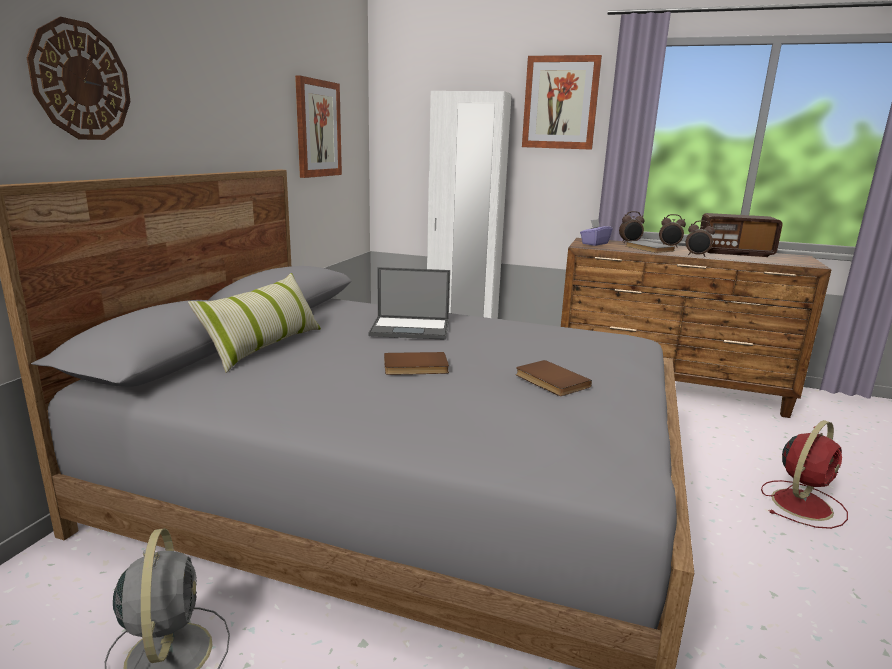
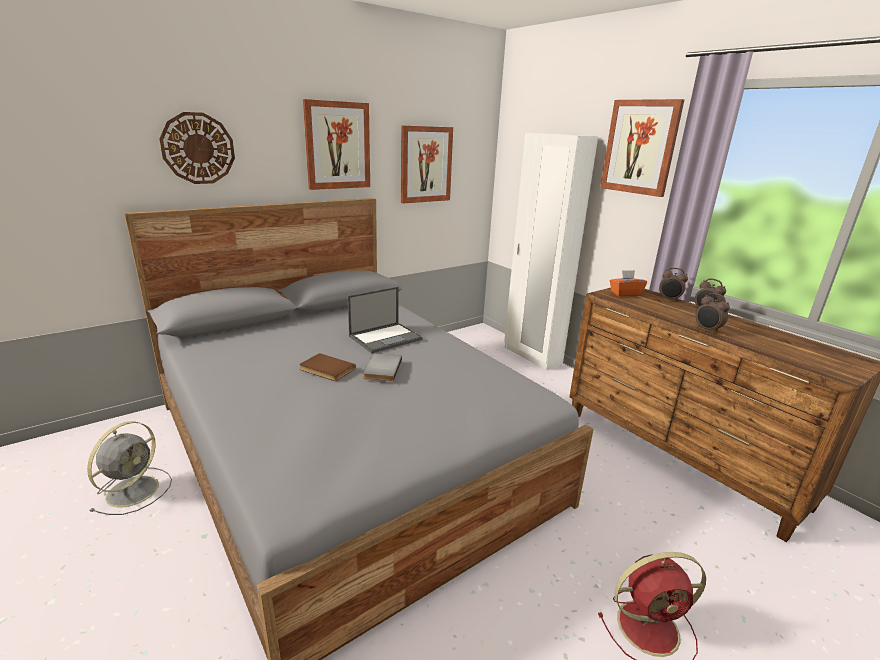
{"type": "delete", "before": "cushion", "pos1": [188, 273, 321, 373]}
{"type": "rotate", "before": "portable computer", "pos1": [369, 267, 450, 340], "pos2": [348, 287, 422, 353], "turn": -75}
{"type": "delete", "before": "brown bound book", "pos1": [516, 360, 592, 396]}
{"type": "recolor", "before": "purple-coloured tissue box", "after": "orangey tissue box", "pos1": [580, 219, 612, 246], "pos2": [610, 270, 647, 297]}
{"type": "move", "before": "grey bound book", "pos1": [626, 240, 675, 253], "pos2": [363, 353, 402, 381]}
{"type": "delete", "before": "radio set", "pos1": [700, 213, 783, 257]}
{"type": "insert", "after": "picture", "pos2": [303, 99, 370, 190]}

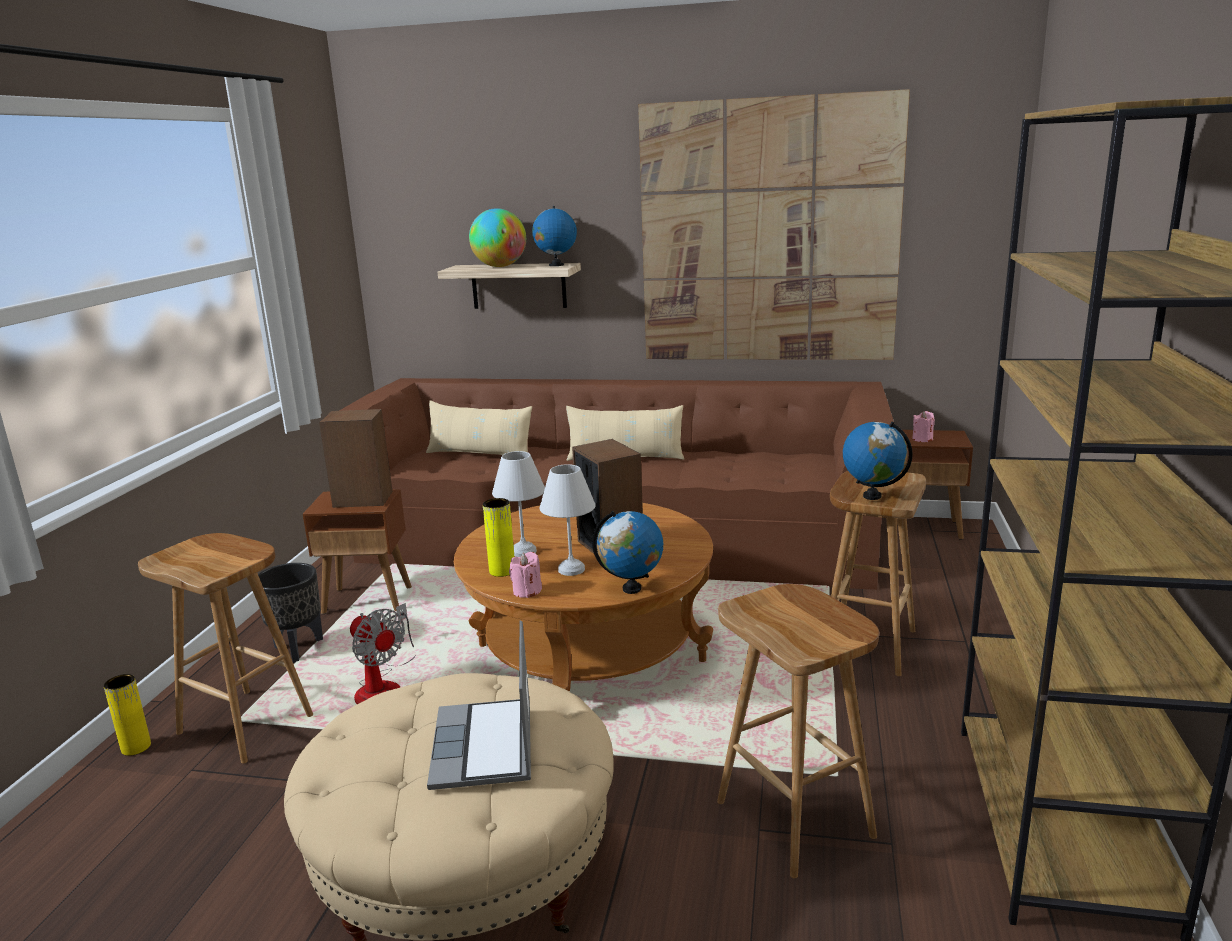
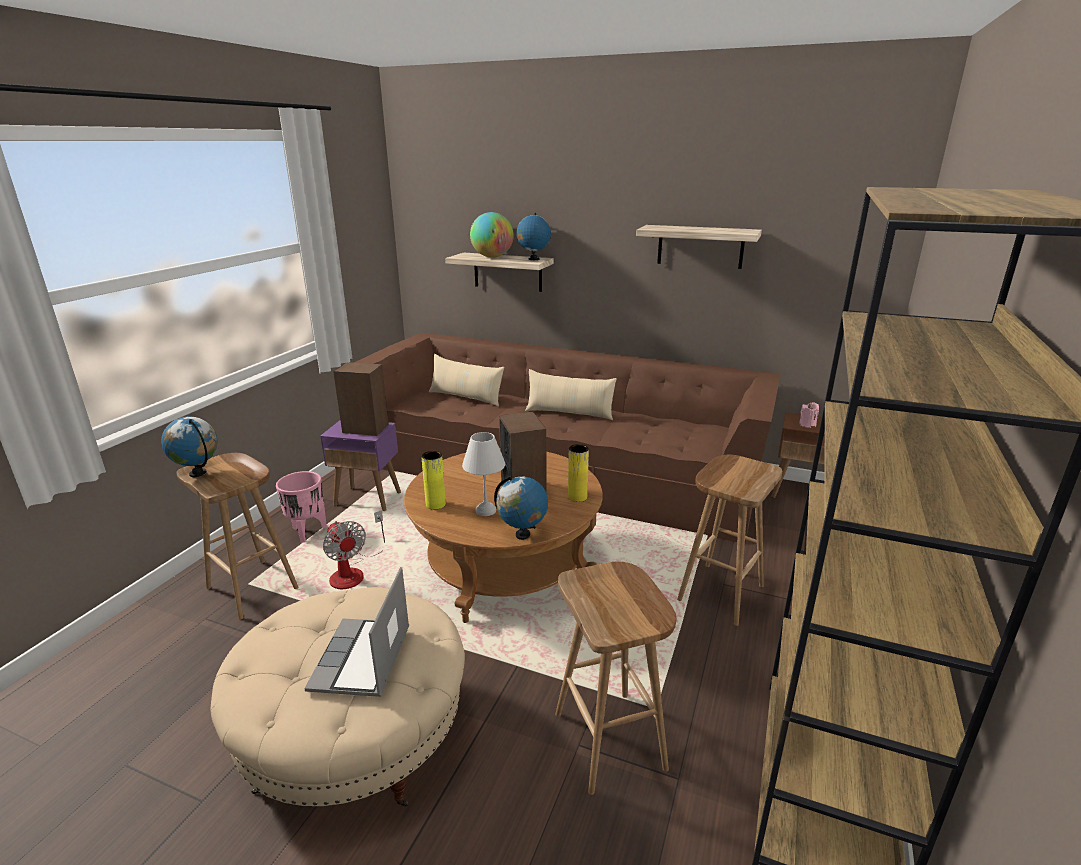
{"type": "move", "before": "yellow flower vase", "pos1": [104, 674, 151, 756], "pos2": [568, 444, 589, 502]}
{"type": "recolor", "before": "black plant pot", "after": "pink-coloured plant pot", "pos1": [258, 563, 323, 663], "pos2": [276, 471, 327, 543]}
{"type": "recolor", "before": "brown end table", "after": "purple-coloured end table", "pos1": [303, 489, 412, 614], "pos2": [320, 421, 401, 511]}
{"type": "delete", "before": "white lamp for a table", "pos1": [492, 451, 545, 557]}
{"type": "delete", "before": "pink-coloured wax candle", "pos1": [509, 552, 542, 598]}
{"type": "replace", "before": "picture", "after": "wall shelf", "pos1": [638, 89, 910, 360], "pos2": [636, 225, 762, 269]}
{"type": "move", "before": "world globe", "pos1": [843, 422, 913, 500], "pos2": [161, 417, 218, 477]}

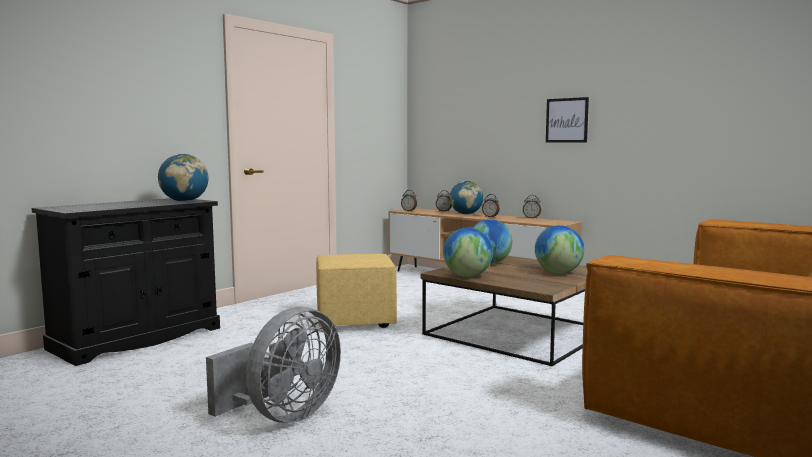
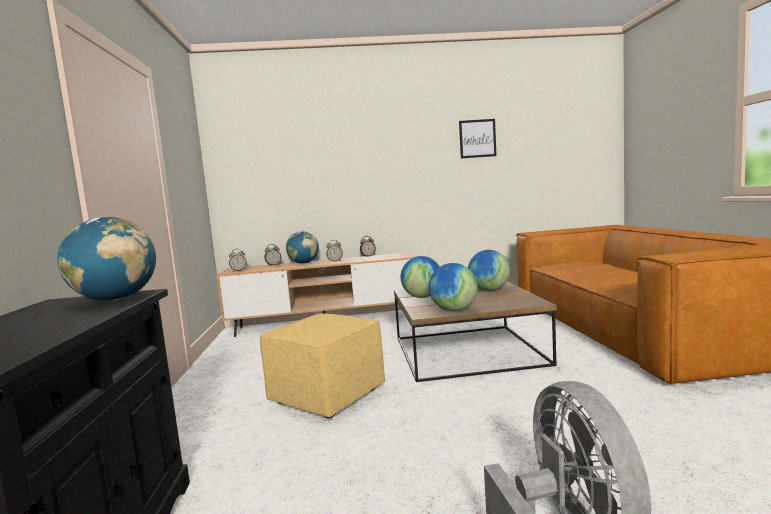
{"type": "move", "before": "picture", "pos1": [546, 97, 589, 143], "pos2": [459, 119, 496, 158]}

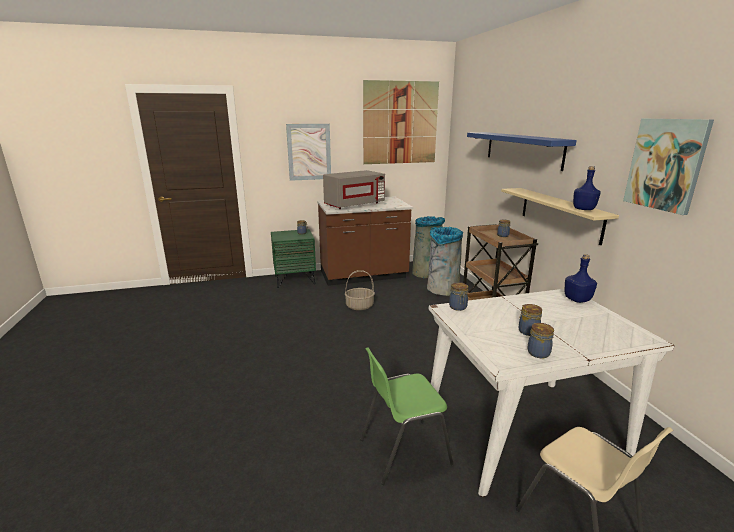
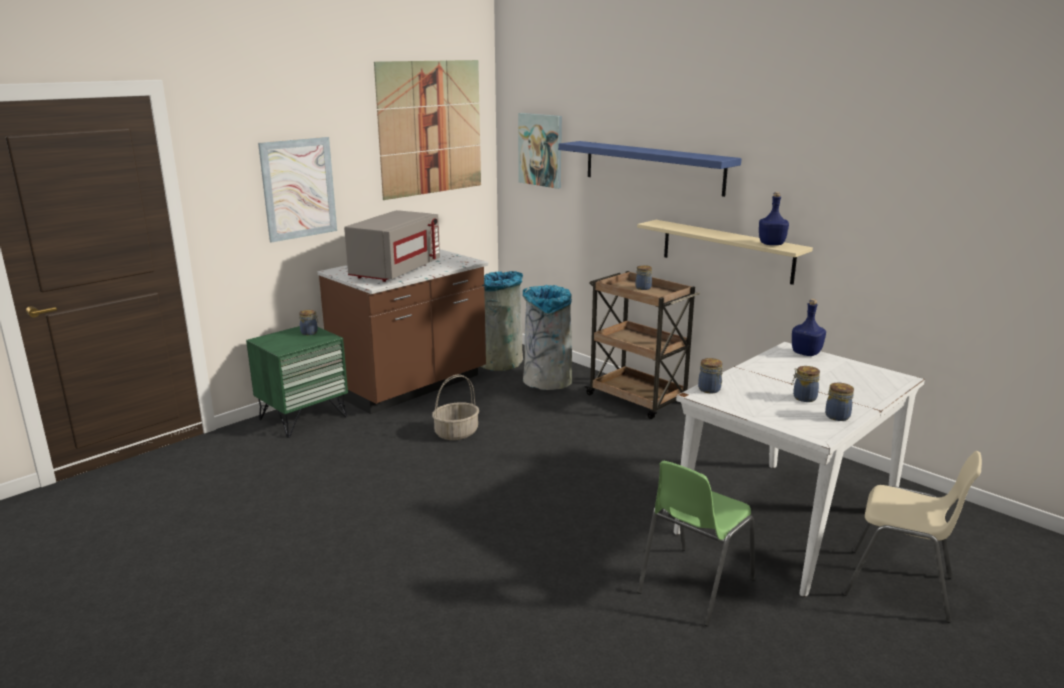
{"type": "move", "before": "picture", "pos1": [623, 118, 714, 215], "pos2": [518, 113, 562, 189]}

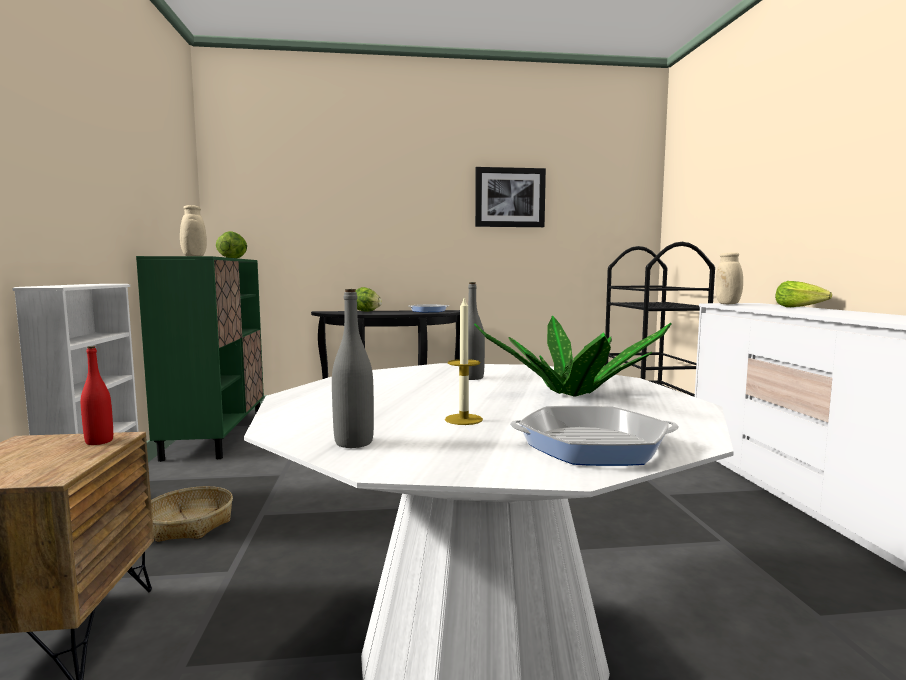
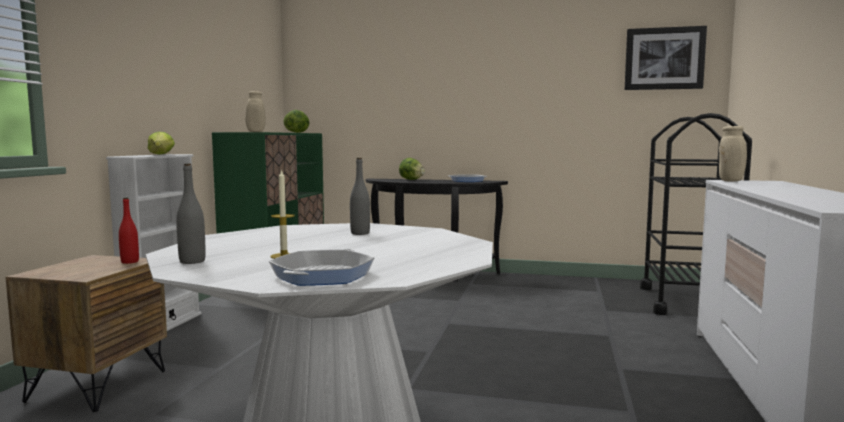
{"type": "delete", "before": "storage basket", "pos1": [151, 486, 233, 542]}
{"type": "delete", "before": "plant in a pot", "pos1": [474, 315, 671, 397]}
{"type": "move", "before": "picture", "pos1": [475, 167, 546, 227], "pos2": [625, 26, 707, 90]}
{"type": "rotate", "before": "frying pan", "pos1": [510, 406, 679, 466], "pos2": [269, 249, 374, 286], "turn": -90}
{"type": "move", "before": "lettuce", "pos1": [775, 281, 832, 307], "pos2": [148, 131, 175, 155]}

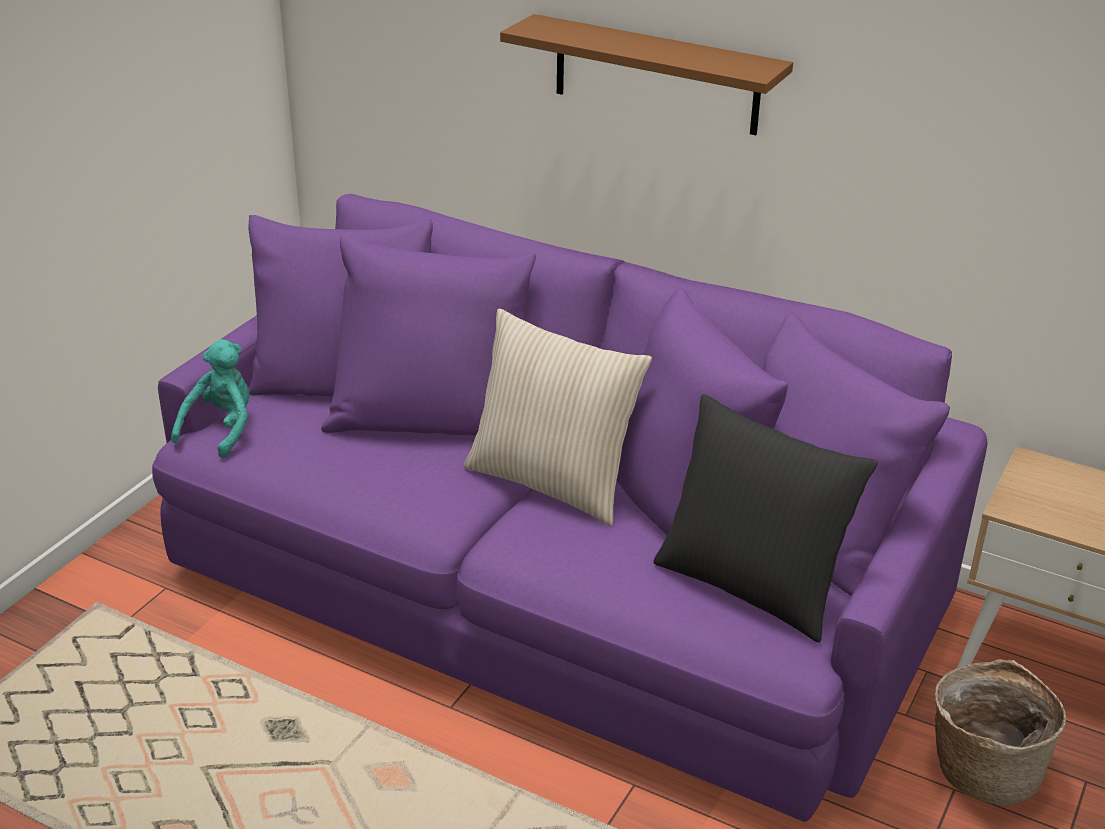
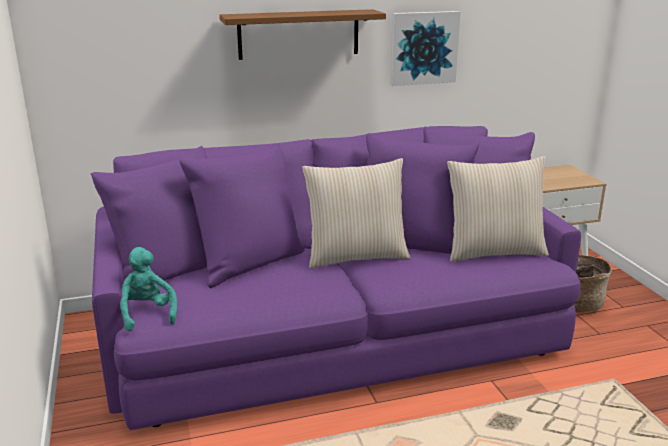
{"type": "recolor", "before": "black cushion", "after": "beige cushion", "pos1": [653, 394, 878, 643], "pos2": [447, 156, 549, 262]}
{"type": "insert", "after": "picture", "pos2": [390, 11, 461, 86]}

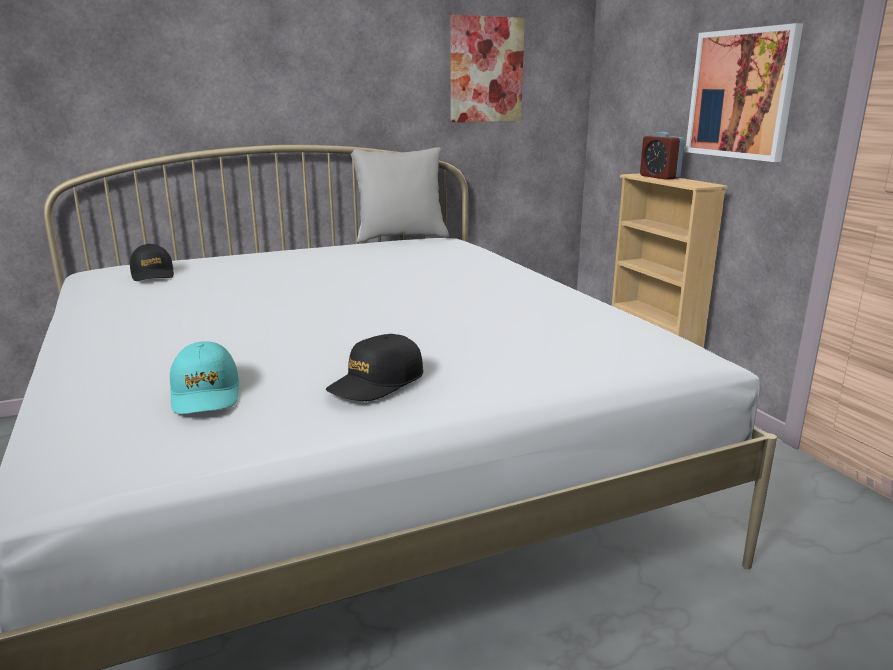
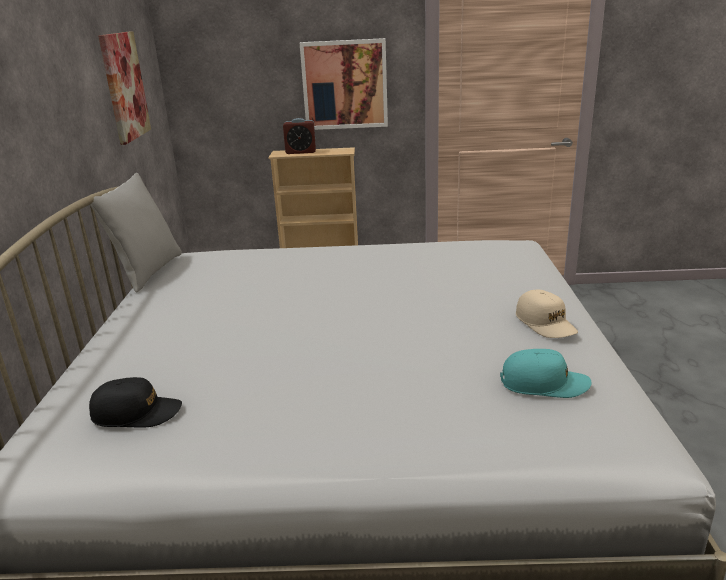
{"type": "recolor", "before": "black peaked cap", "after": "beige peaked cap", "pos1": [326, 334, 423, 401], "pos2": [516, 290, 578, 338]}

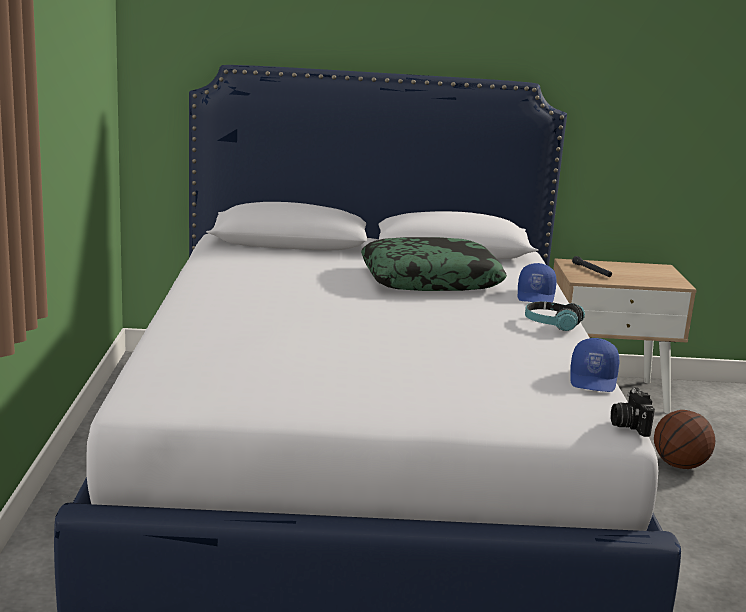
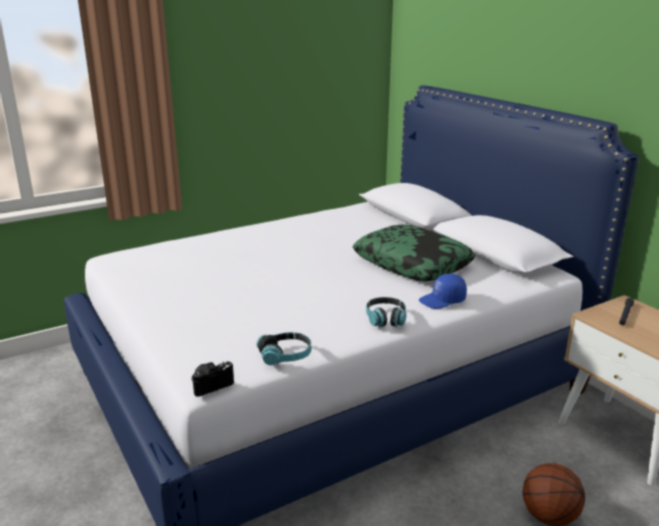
{"type": "replace", "before": "blue peaked cap", "after": "headphones", "pos1": [570, 338, 619, 392], "pos2": [257, 332, 311, 366]}

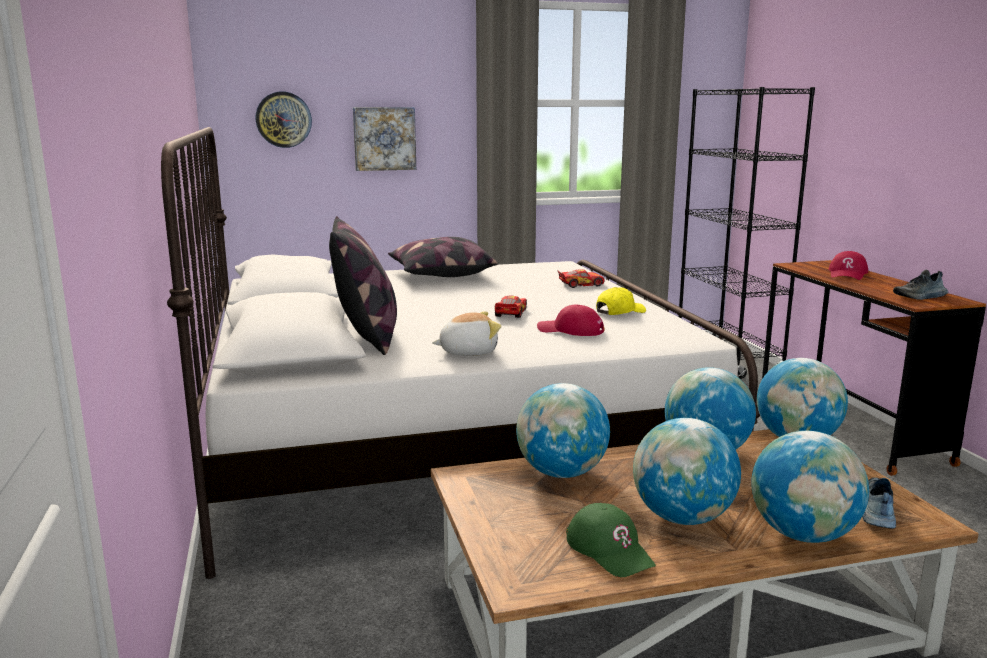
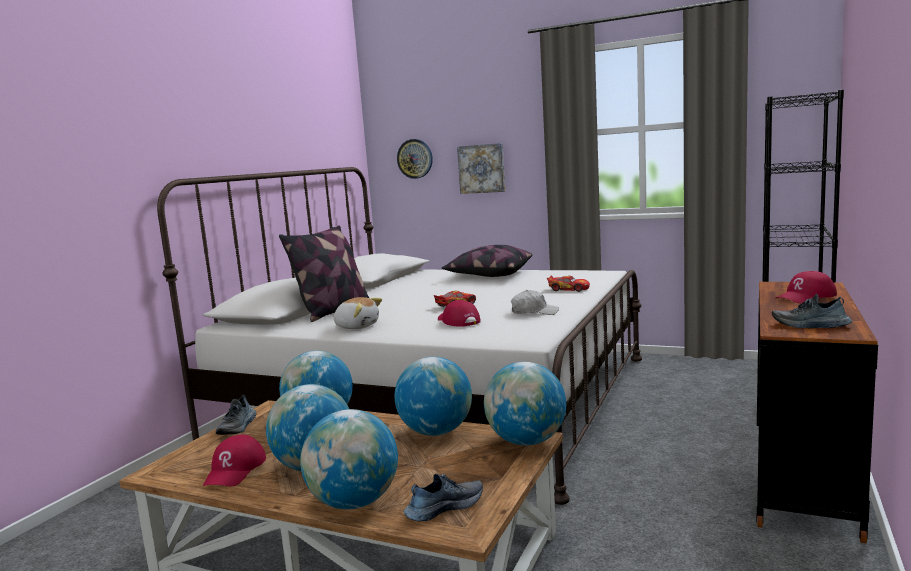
{"type": "recolor", "before": "green peaked cap", "after": "red peaked cap", "pos1": [566, 503, 656, 577], "pos2": [203, 435, 266, 486]}
{"type": "recolor", "before": "yellow peaked cap", "after": "white peaked cap", "pos1": [596, 287, 646, 315], "pos2": [511, 290, 559, 315]}
{"type": "insert", "after": "item of footwear", "pos2": [216, 395, 257, 435]}

